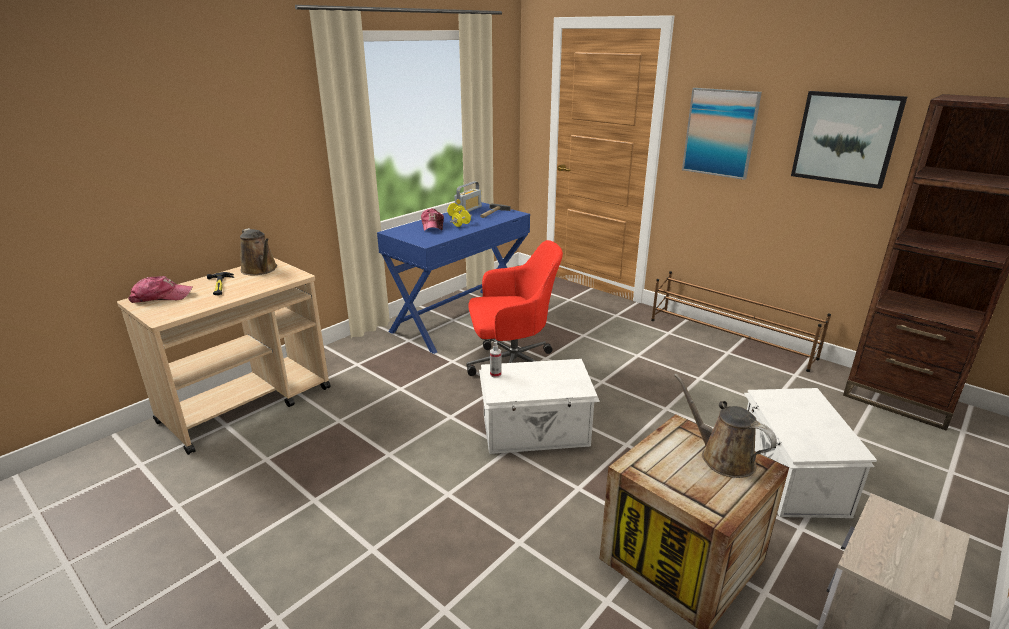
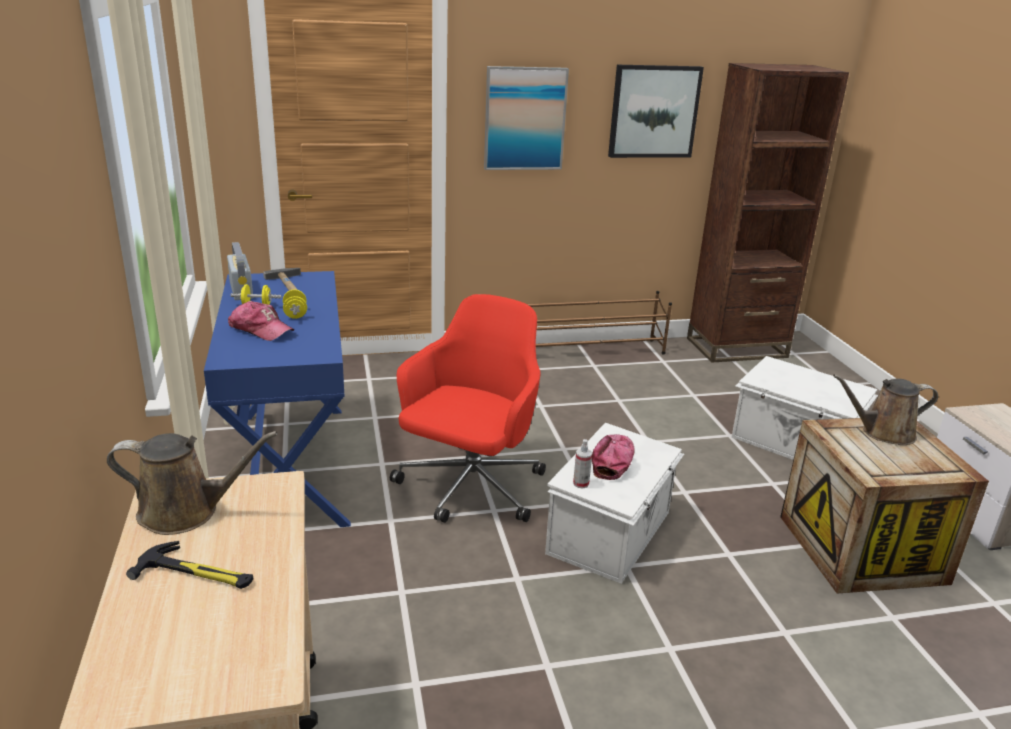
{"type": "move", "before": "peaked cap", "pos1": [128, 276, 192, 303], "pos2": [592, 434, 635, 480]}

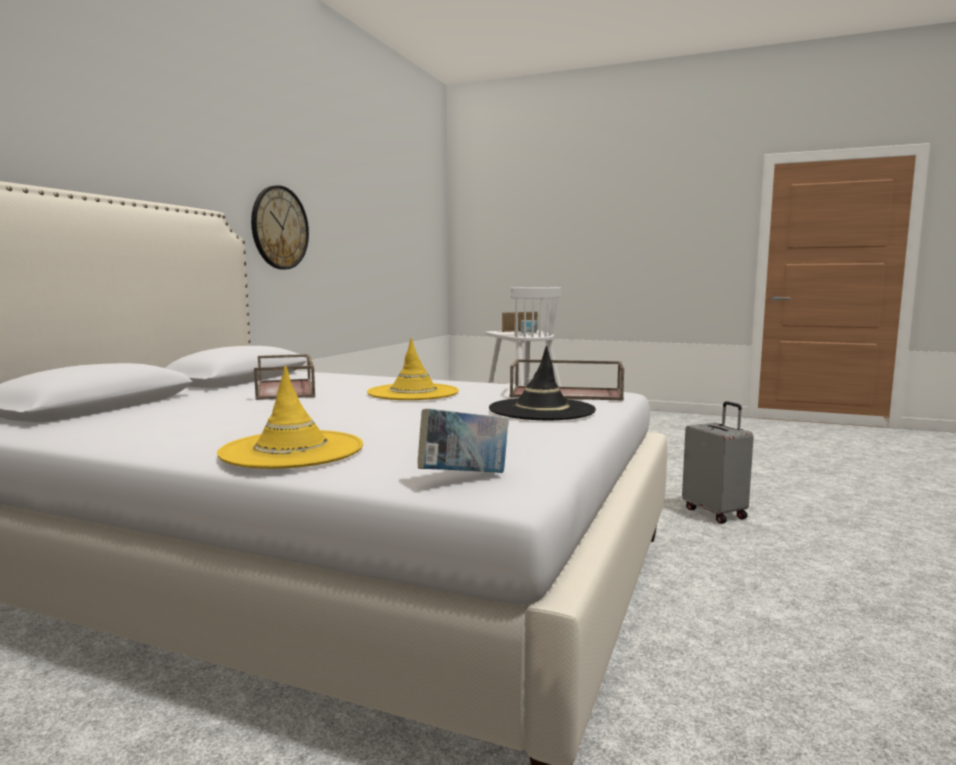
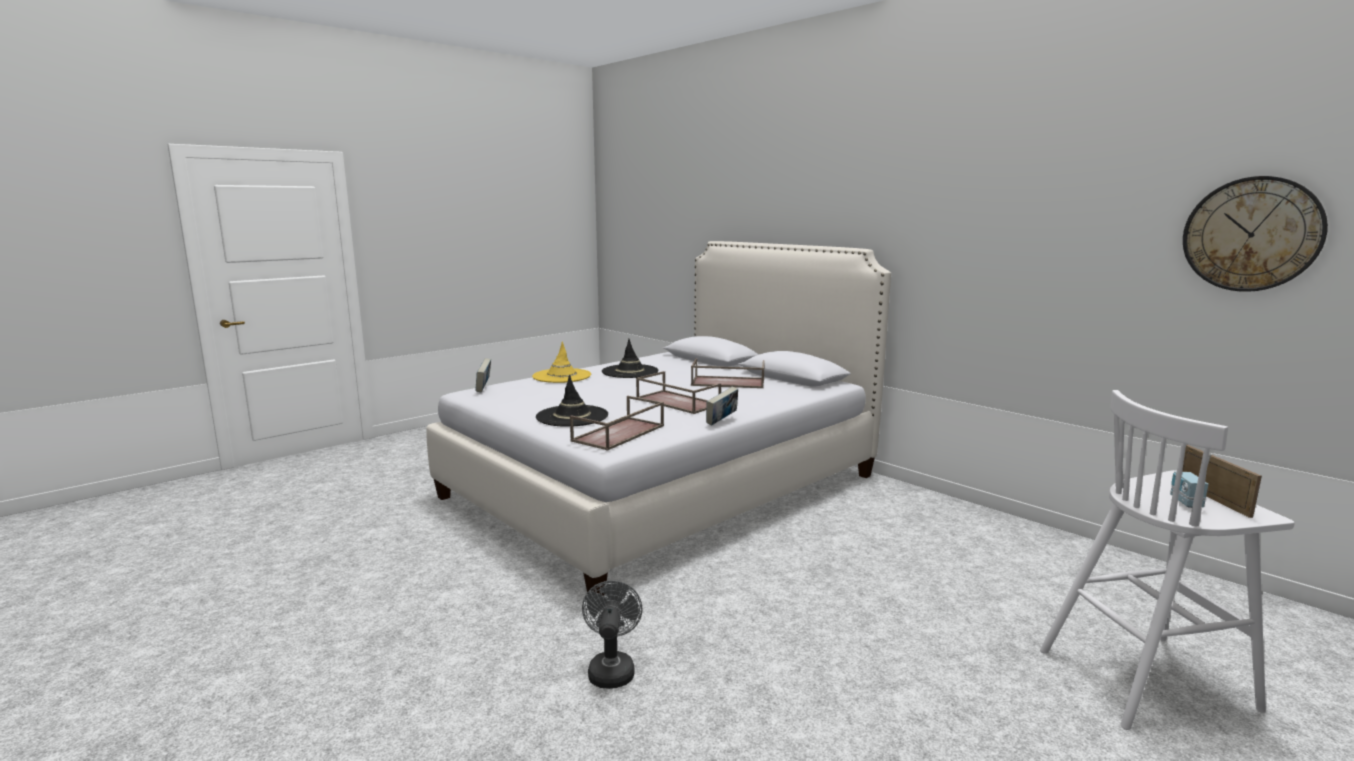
{"type": "move", "before": "hanging clock", "pos1": [251, 185, 309, 269], "pos2": [1183, 176, 1328, 292]}
{"type": "replace", "before": "yellow clothing hat", "after": "brown carrying tray", "pos1": [367, 338, 459, 400], "pos2": [636, 371, 721, 414]}
{"type": "replace", "before": "grey piece of luggage", "after": "grey cooling fan", "pos1": [682, 401, 754, 524], "pos2": [582, 581, 643, 689]}
{"type": "insert", "after": "black clothing hat", "pos2": [602, 339, 659, 378]}
{"type": "insert", "after": "bound book", "pos2": [706, 387, 738, 425]}

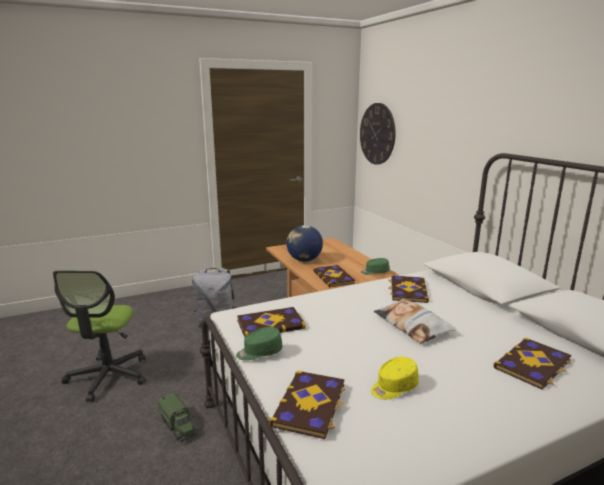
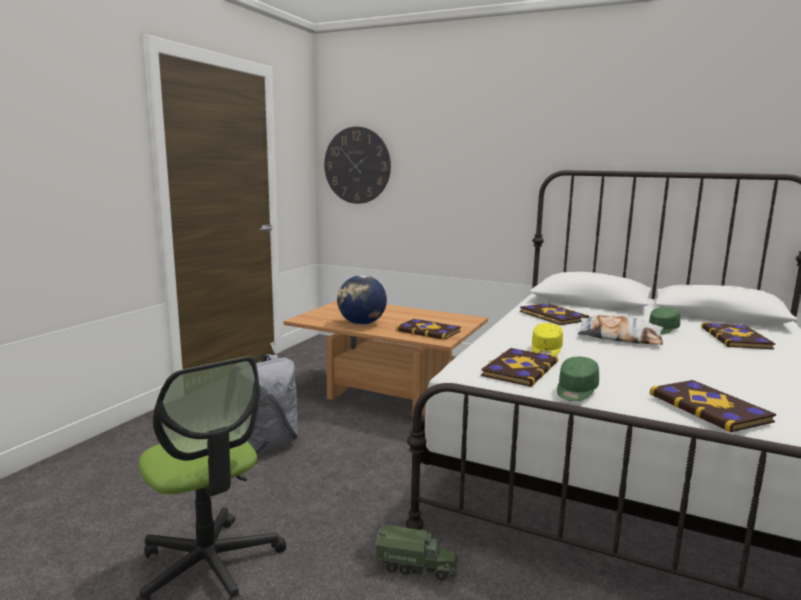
{"type": "move", "before": "green peaked cap", "pos1": [361, 258, 389, 275], "pos2": [649, 307, 680, 335]}
{"type": "move", "before": "yellow peaked cap", "pos1": [371, 357, 419, 399], "pos2": [532, 323, 563, 356]}

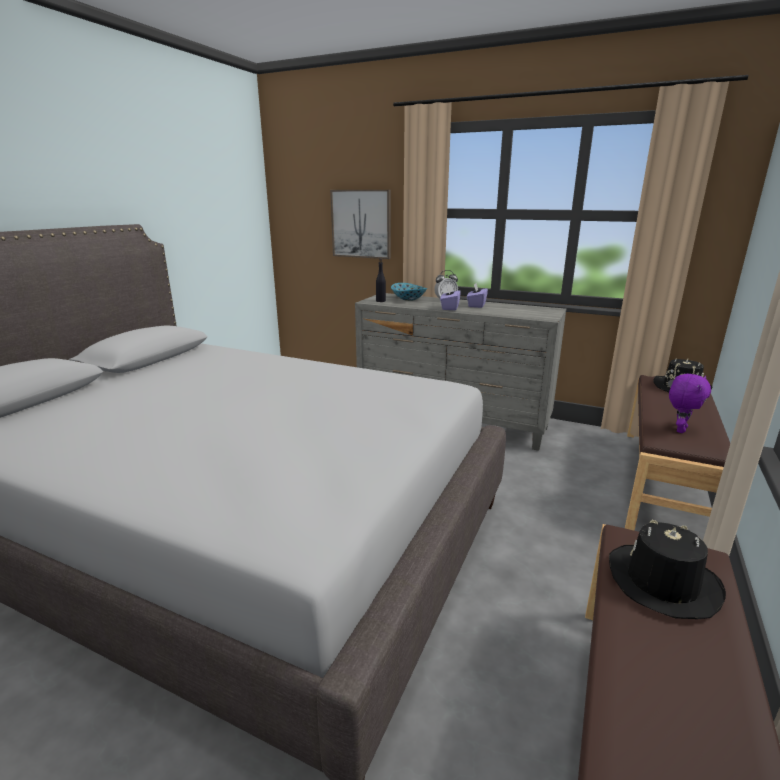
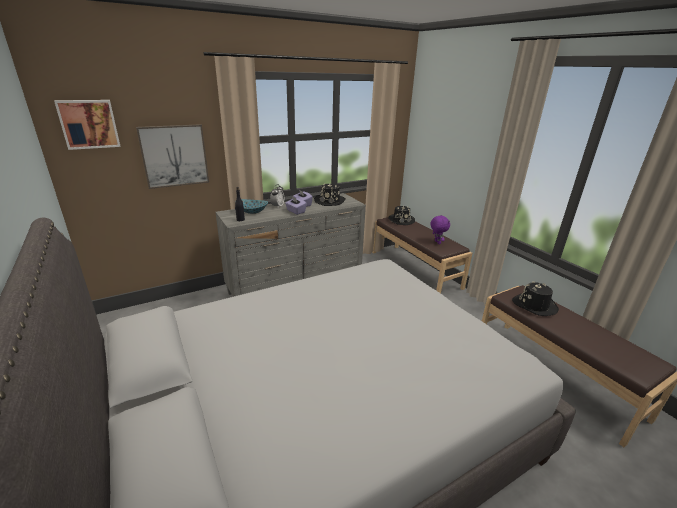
{"type": "insert", "after": "picture", "pos2": [54, 100, 121, 150]}
{"type": "insert", "after": "black clothing hat", "pos2": [314, 183, 346, 206]}

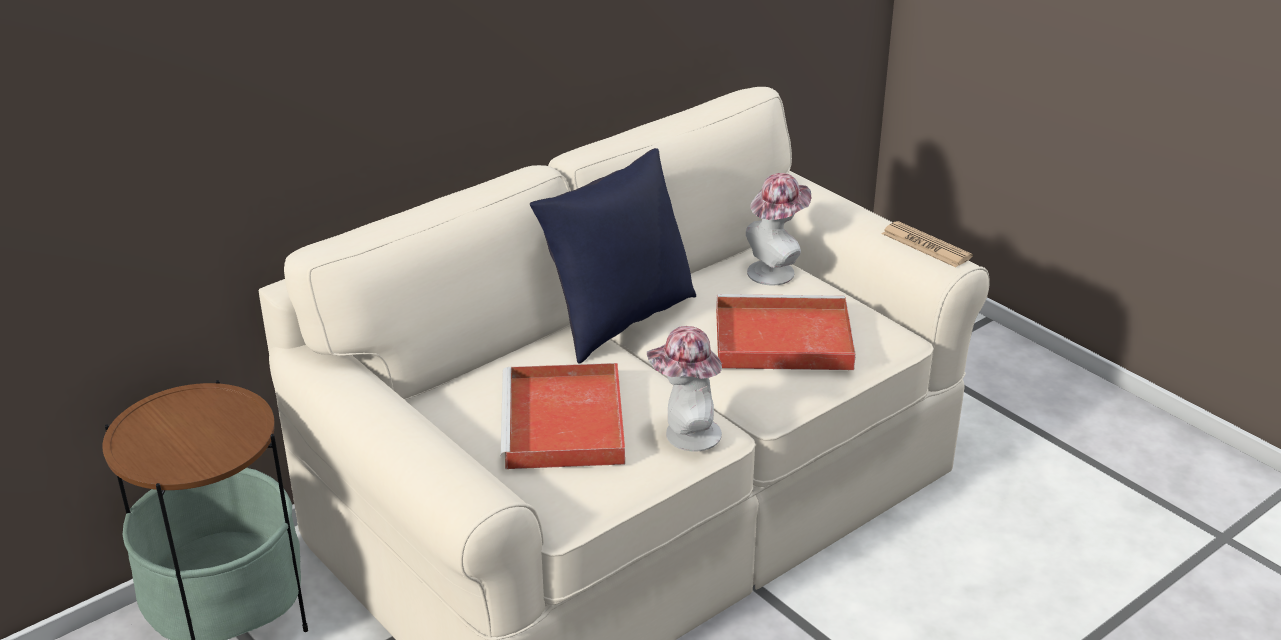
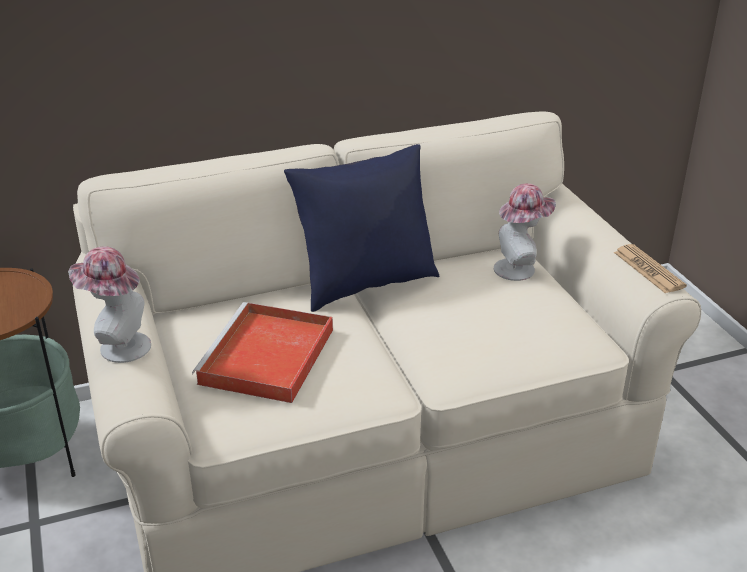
{"type": "move", "before": "clothing hat", "pos1": [647, 326, 722, 452], "pos2": [68, 246, 151, 363]}
{"type": "delete", "before": "red carrying tray", "pos1": [716, 294, 856, 370]}

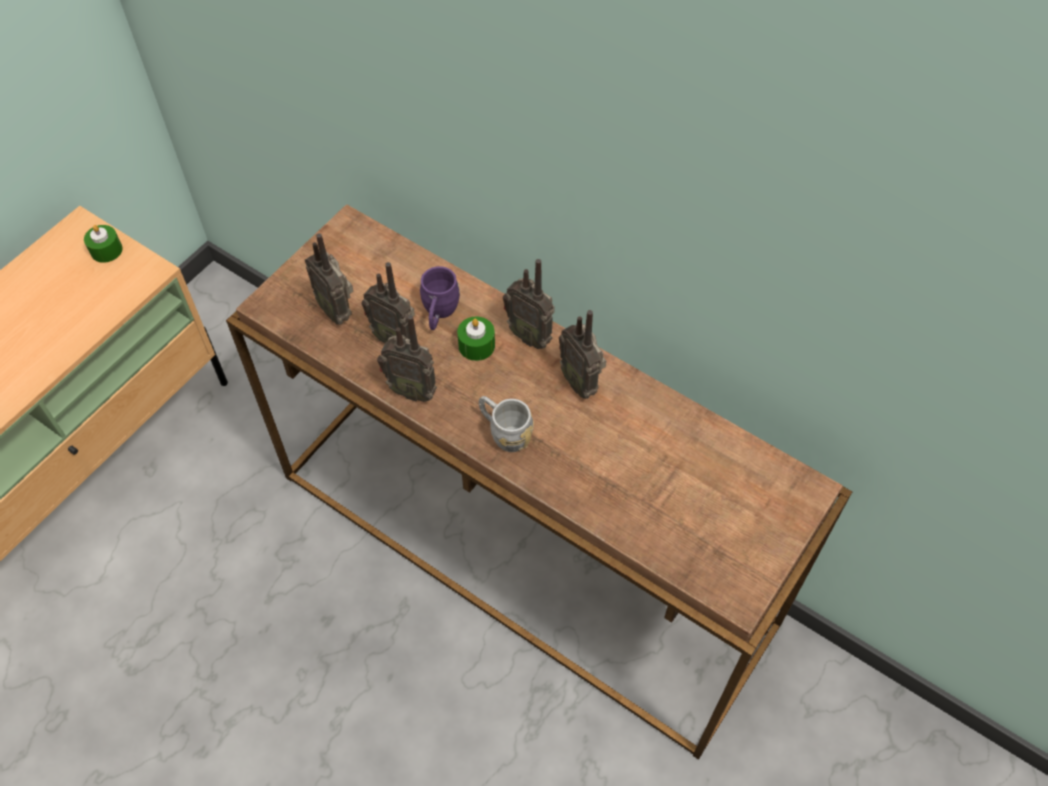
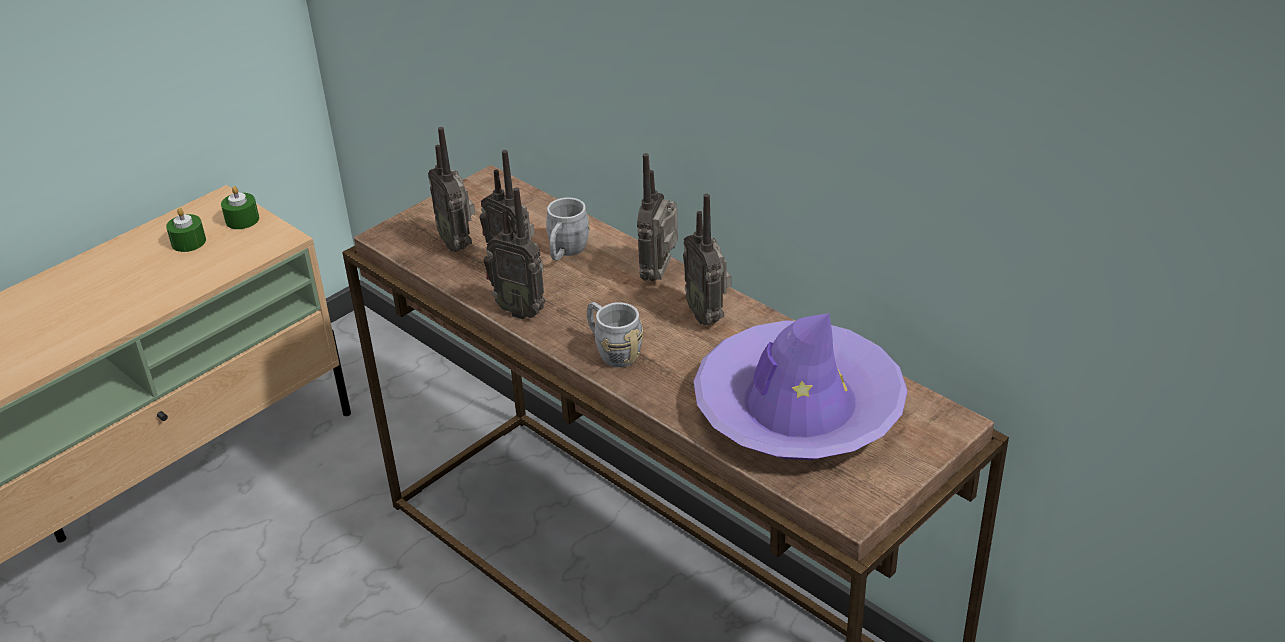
{"type": "recolor", "before": "purple-coloured coffee mug", "after": "grey coffee mug", "pos1": [420, 266, 460, 330], "pos2": [546, 197, 590, 261]}
{"type": "move", "before": "green wax candle", "pos1": [457, 316, 495, 361], "pos2": [166, 208, 206, 252]}
{"type": "rotate", "before": "radio set", "pos1": [503, 259, 555, 349], "pos2": [637, 153, 678, 281], "turn": 60}
{"type": "insert", "after": "purple-coloured clothing hat", "pos2": [694, 313, 908, 460]}

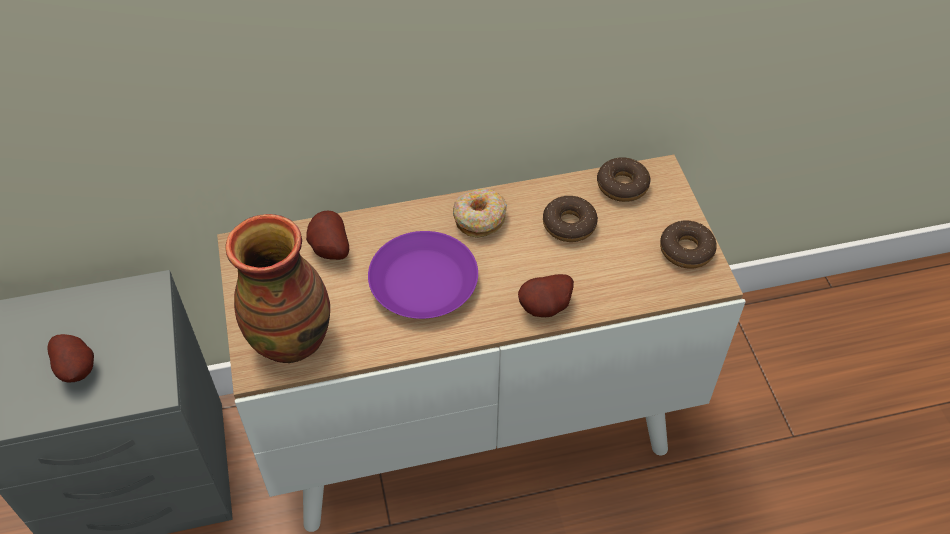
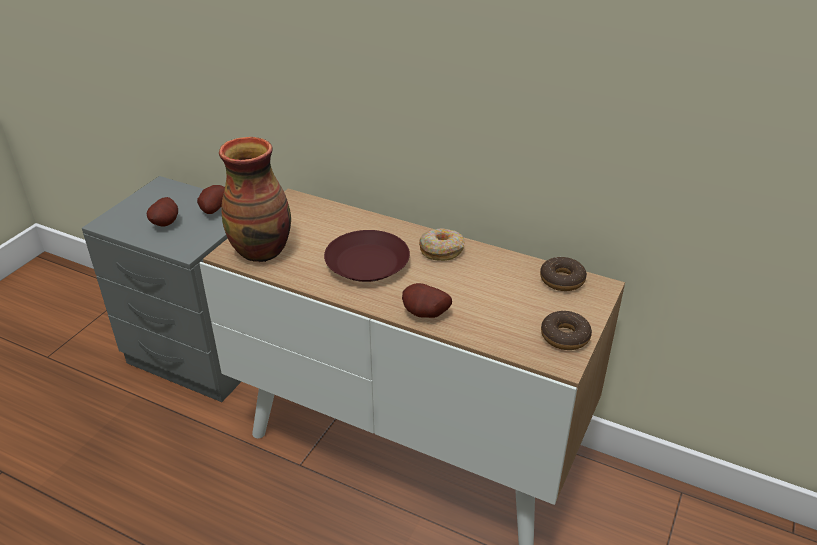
{"type": "move", "before": "potato", "pos1": [306, 211, 349, 260], "pos2": [197, 185, 225, 214]}
{"type": "recolor", "before": "purple-coloured flat dish", "after": "brown flat dish", "pos1": [368, 231, 478, 319], "pos2": [324, 230, 410, 282]}
{"type": "delete", "before": "doughnut", "pos1": [543, 195, 598, 242]}

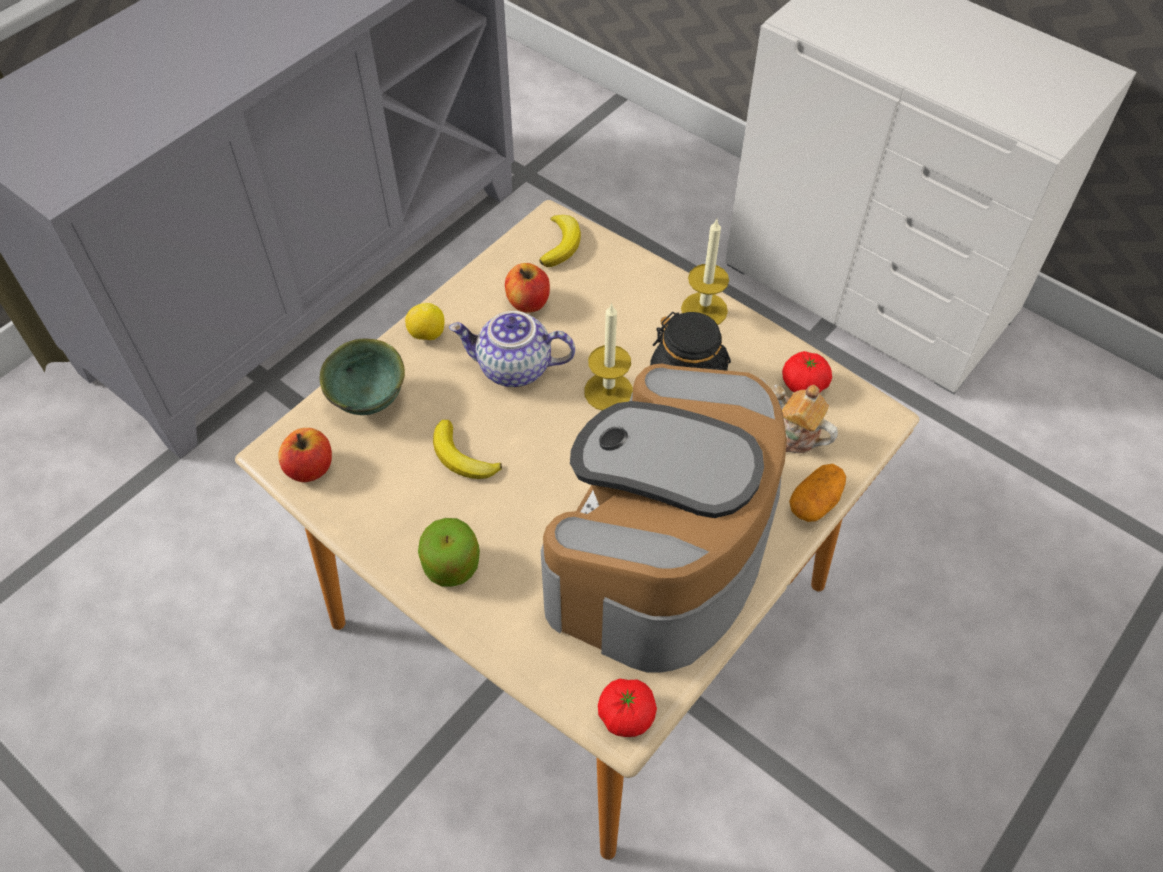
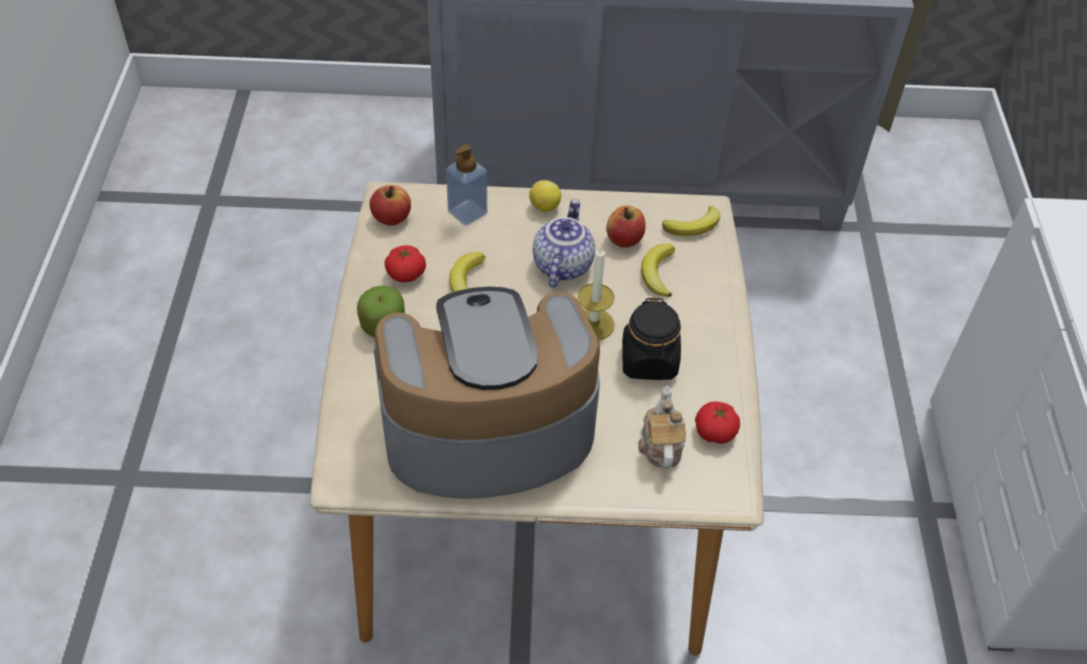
{"type": "replace", "before": "green serving bowl", "after": "liquid soap bottle", "pos1": [319, 338, 405, 415], "pos2": [446, 144, 487, 226]}
{"type": "rotate", "before": "pot for tea", "pos1": [449, 311, 575, 387], "pos2": [533, 199, 595, 287], "turn": 45}
{"type": "move", "before": "tomato", "pos1": [598, 679, 657, 737], "pos2": [384, 245, 426, 282]}
{"type": "delete", "before": "wax candle", "pos1": [681, 219, 729, 325]}
{"type": "delete", "before": "potato", "pos1": [789, 464, 846, 522]}
{"type": "insert", "after": "banana fruit", "pos2": [641, 244, 675, 297]}

